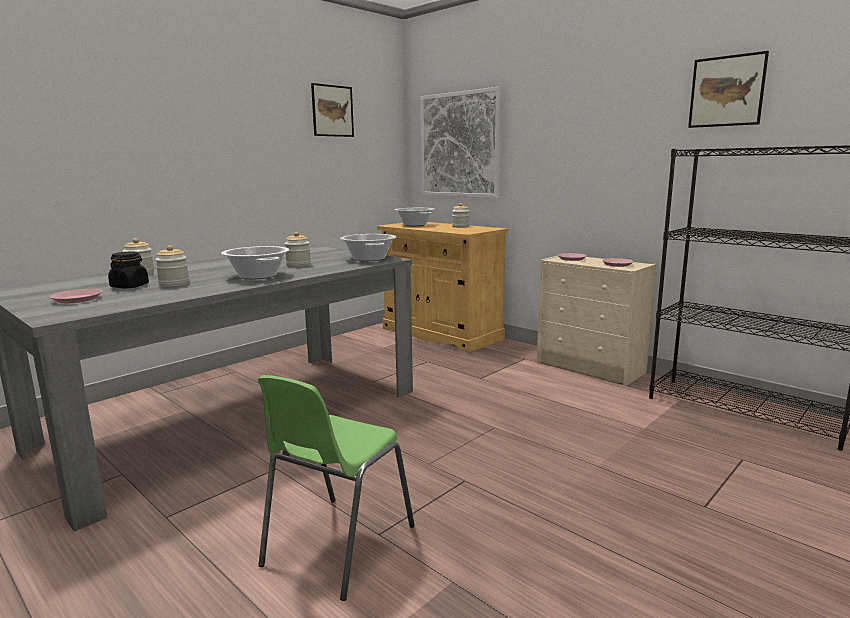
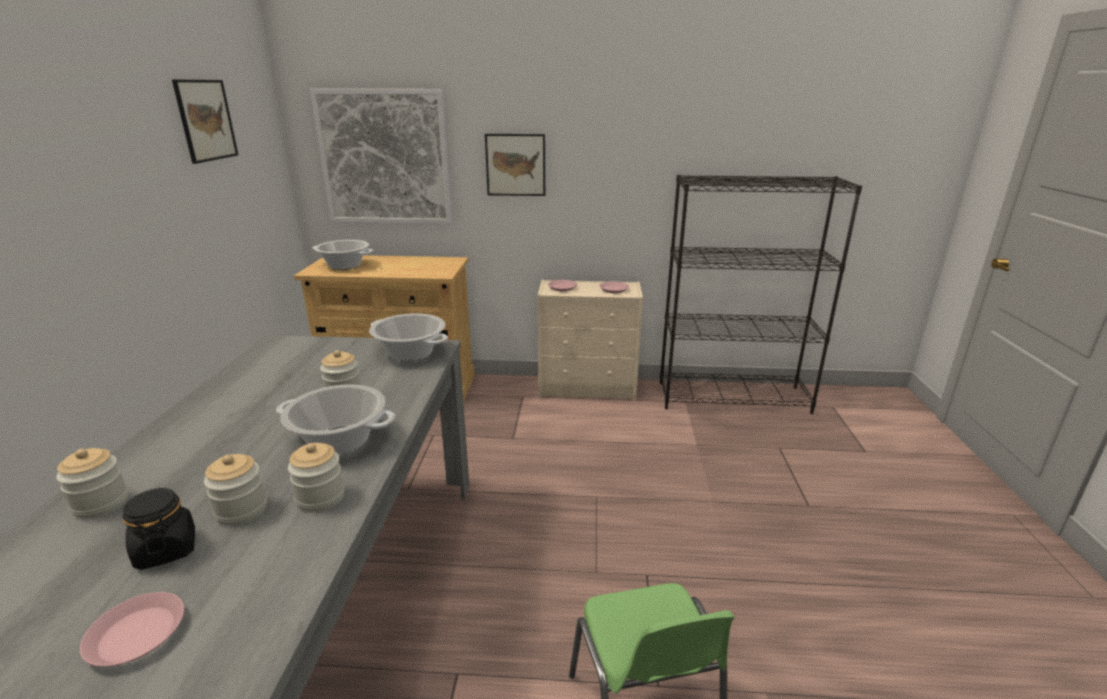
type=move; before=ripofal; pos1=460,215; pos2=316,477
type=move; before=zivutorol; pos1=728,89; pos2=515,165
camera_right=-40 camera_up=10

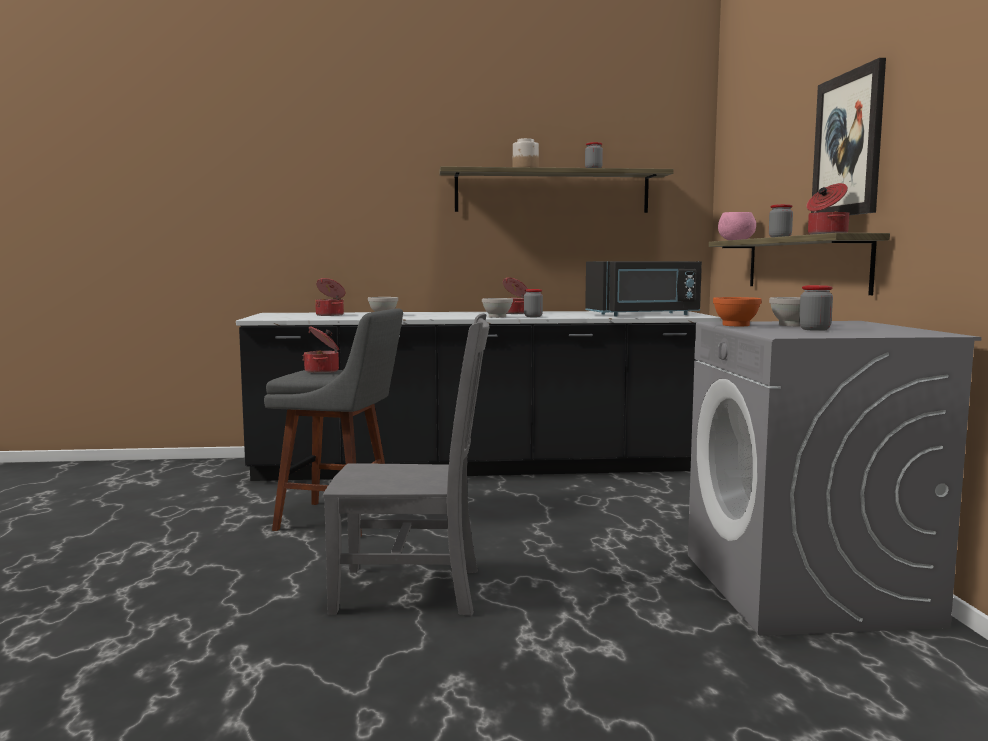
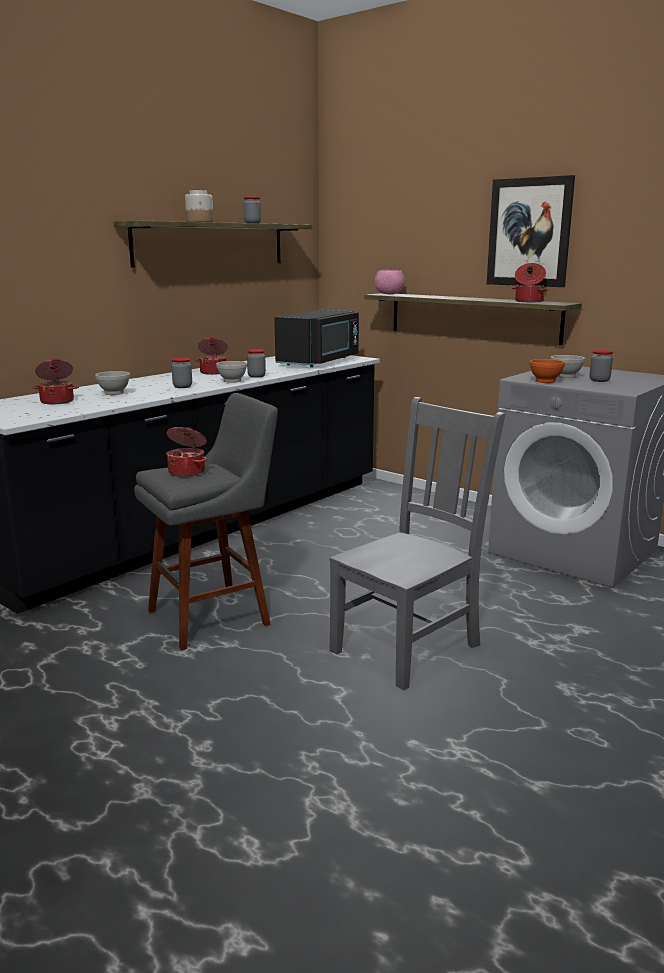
type=move; before=ripofal; pos1=781,220; pos2=181,373
camera_right=-45 camera_up=10

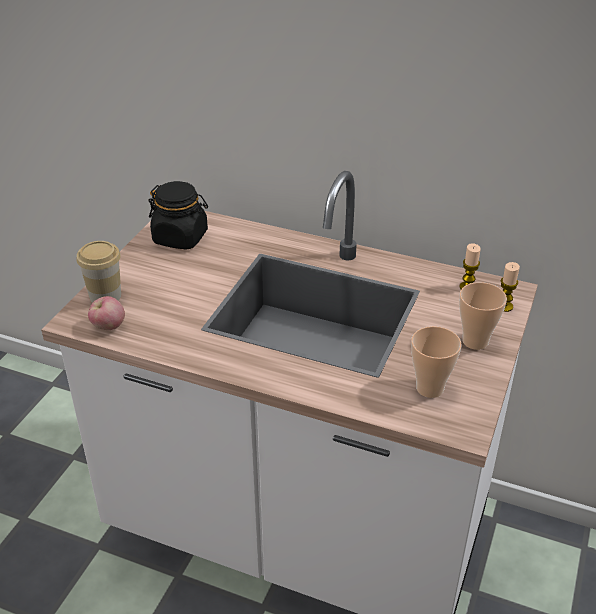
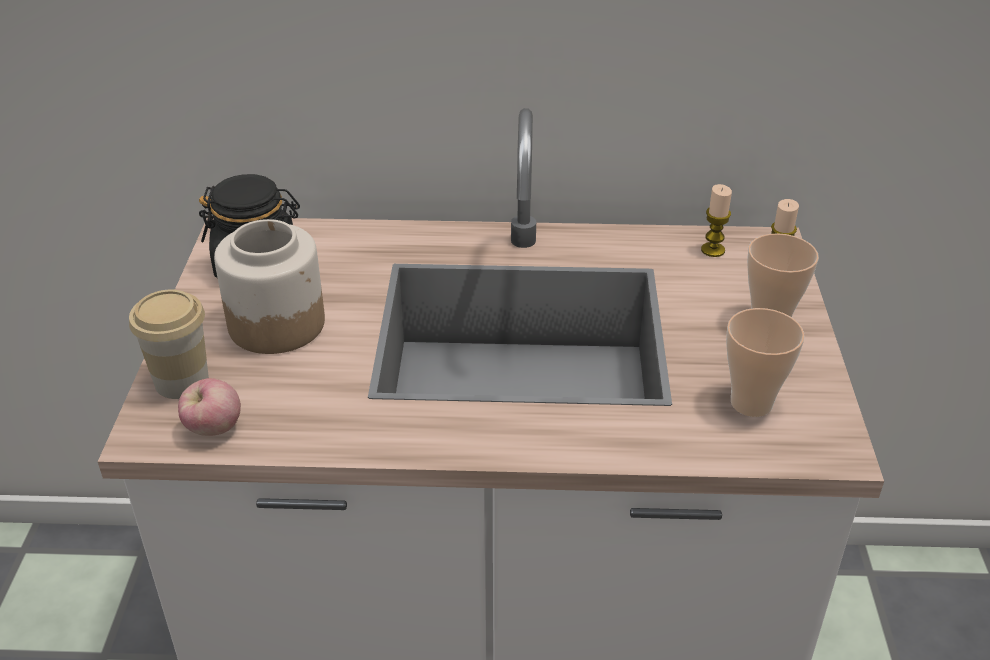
type=insert; after=ripofal; pos2=269,286
camera_right=-20 camera_up=0

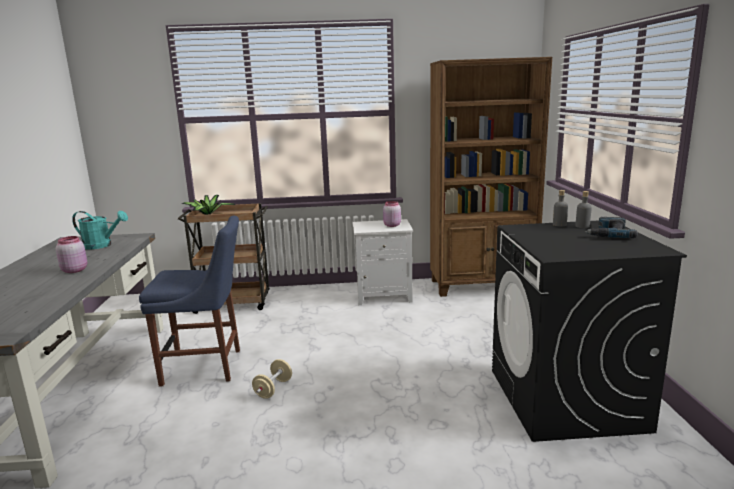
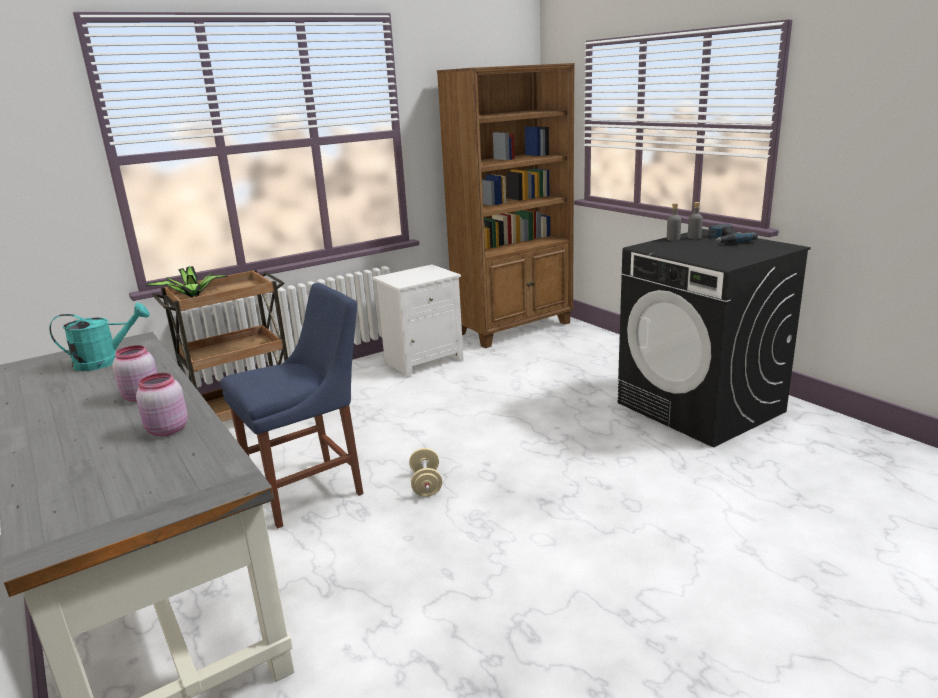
type=move; before=pink_ripofal; pos1=392,214; pos2=162,404
camera_right=-30 camera_up=5

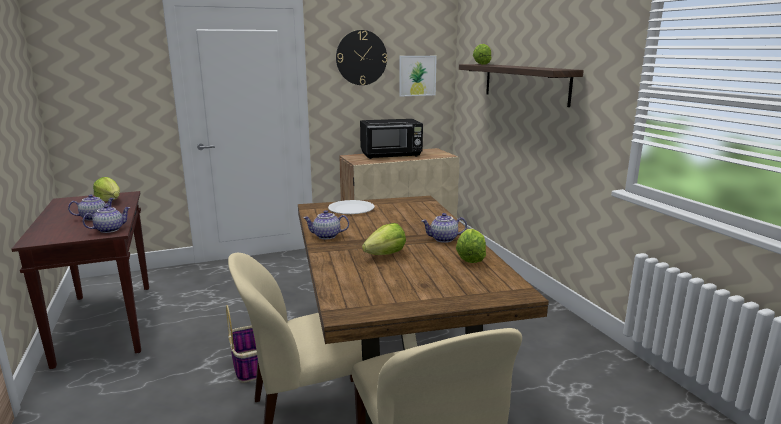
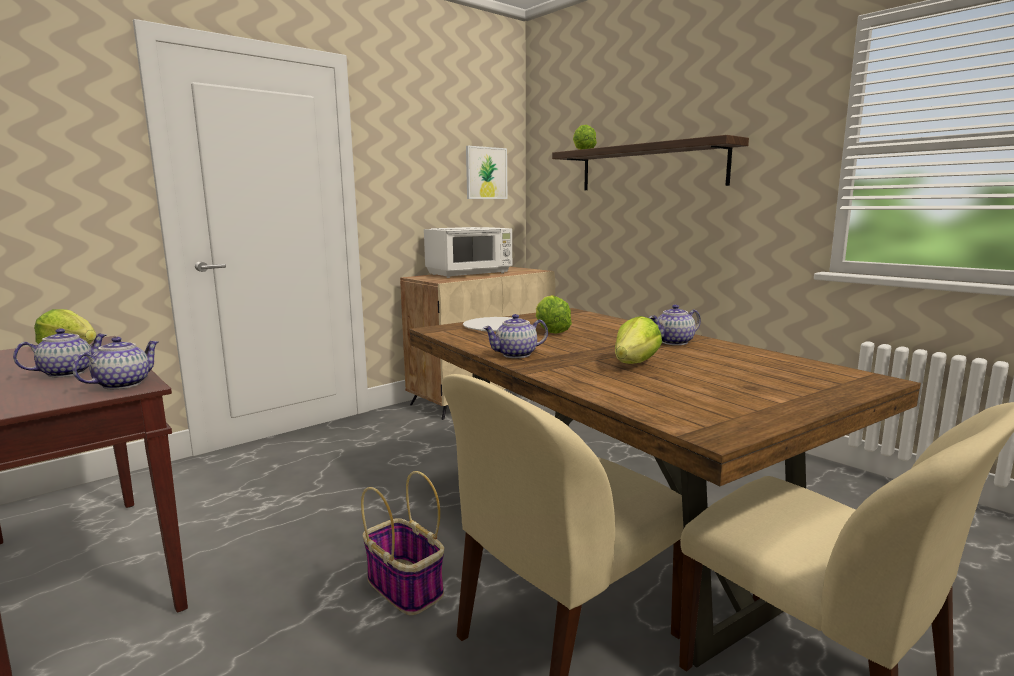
type=recolor; before=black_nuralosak; after=white_nuralosak; pos1=391,139; pos2=468,252
type=move; before=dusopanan; pos1=471,245; pos2=554,314
type=delete; before=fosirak; pos1=361,57
camera_right=-20 camera_up=-5

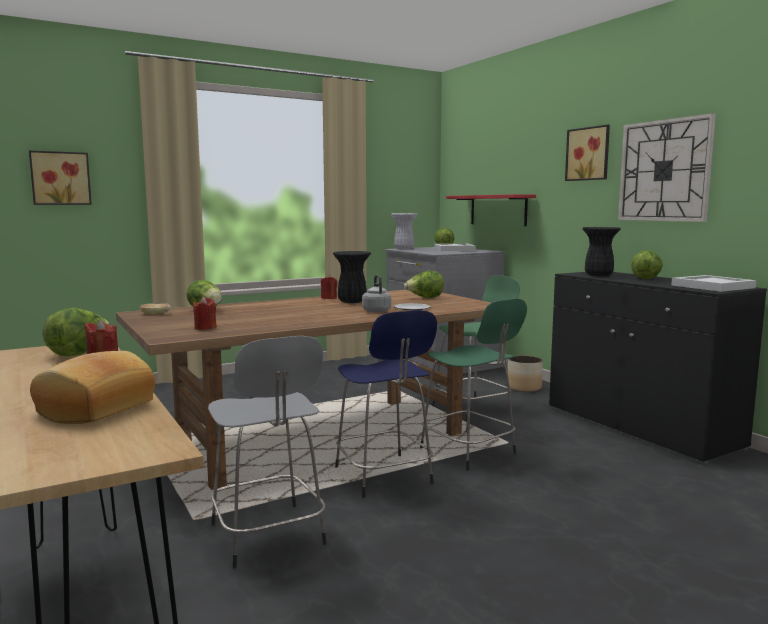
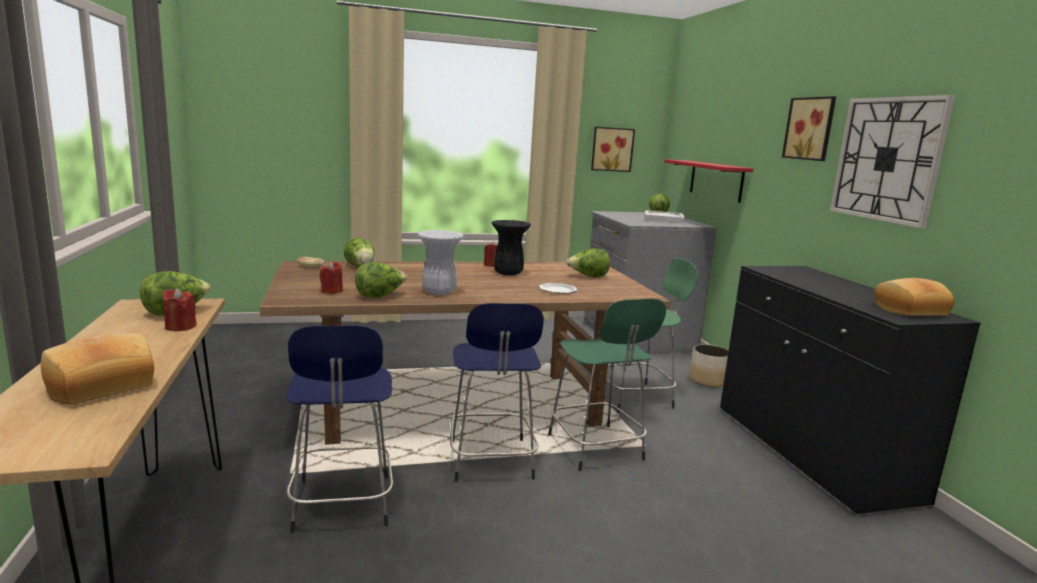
type=recolor; before=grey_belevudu; after=blue_belevudu; pos1=267,452; pos2=339,429
type=move; before=dusopanan; pos1=647,264; pos2=381,280
type=move; before=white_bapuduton; pos1=404,231; pos2=441,262
type=move; before=zivutorol; pos1=60,177; pos2=613,149
type=replace; before=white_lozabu; after=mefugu; pos1=713,283; pos2=914,297
type=delete; before=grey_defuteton; pos1=376,293
type=delete; before=black_bapuduton; pos1=601,251
camera_right=15 camera_up=5

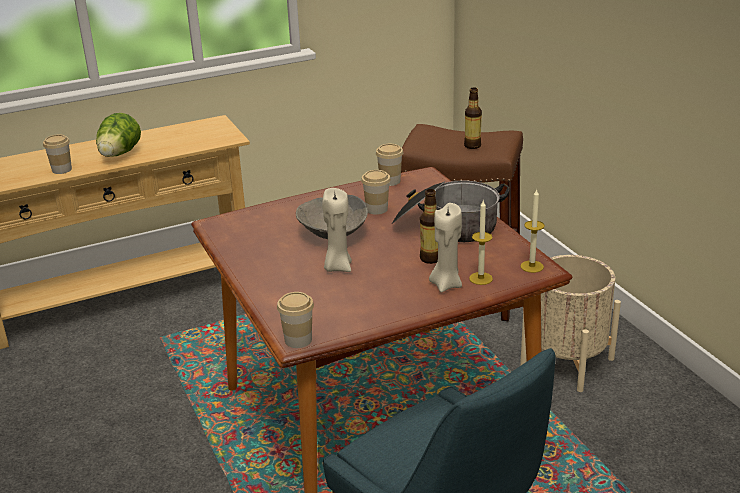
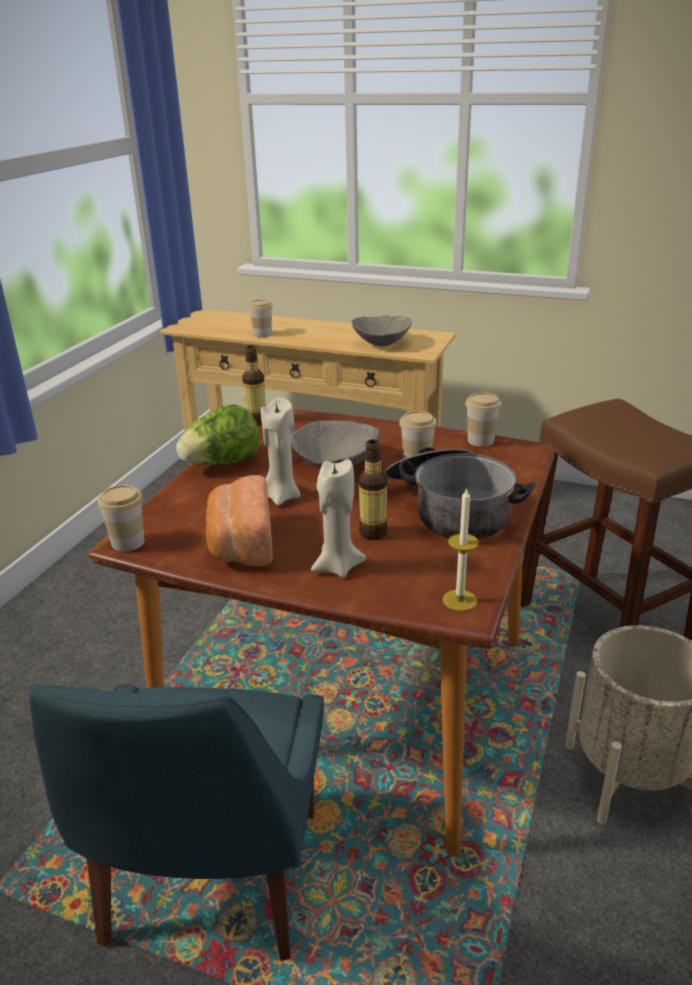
type=move; before=dusopanan; pos1=118,135; pos2=218,434
type=insert; after=mefugu; pos2=239,521
type=move; before=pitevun; pos1=473,118; pos2=254,385
type=insert; after=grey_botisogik; pos2=381,331
type=delete; before=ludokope; pos1=481,243
camera_right=45 camera_up=0

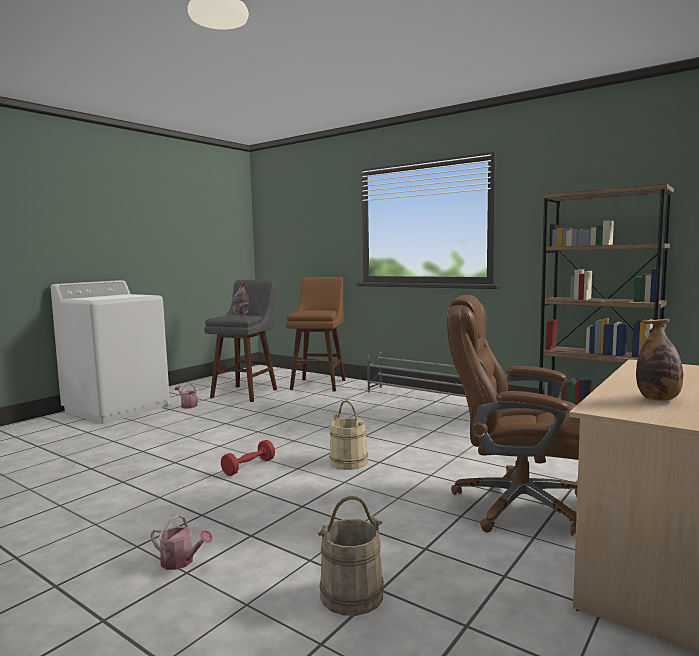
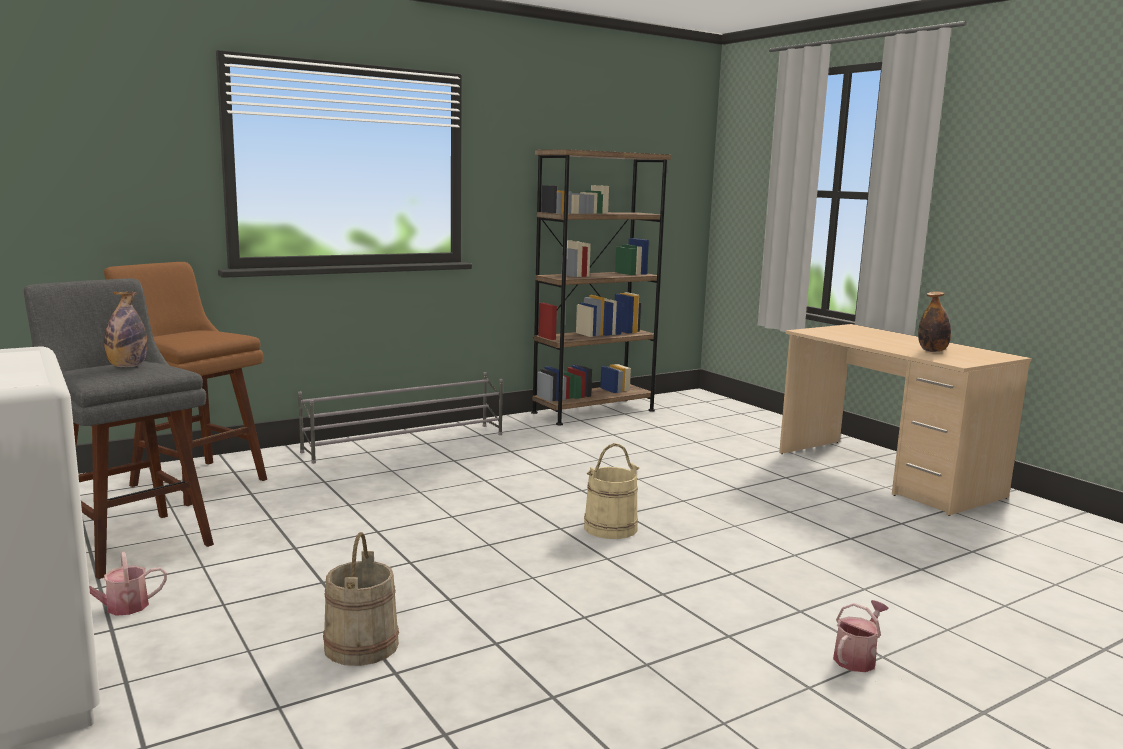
type=move; before=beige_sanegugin; pos1=350,556; pos2=361,599
type=delete; before=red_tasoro; pos1=248,458
type=delete; before=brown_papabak; pos1=513,415
camera_right=-70 camera_up=5

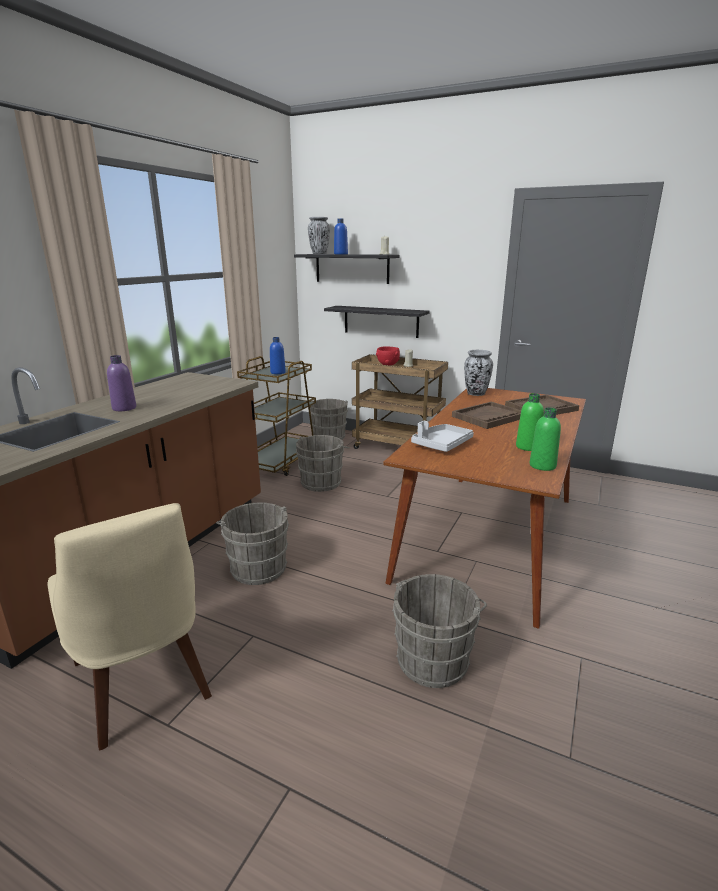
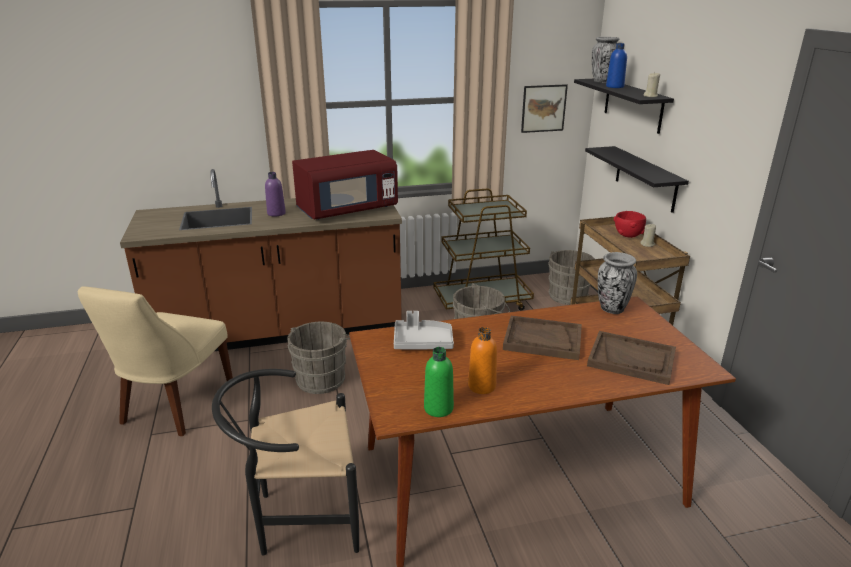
type=replace; before=grey_sanegugin; after=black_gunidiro; pos1=439,631; pos2=285,462
type=insert; after=red_nuralosak; pos2=345,185
type=recolor; before=green_pitevun; after=orange_pitevun; pos1=530,422; pos2=482,360
type=insert; after=zivutorol; pos2=544,108
type=delete; before=blue_pitevun; pos1=278,355
camera_right=50 camera_up=5

